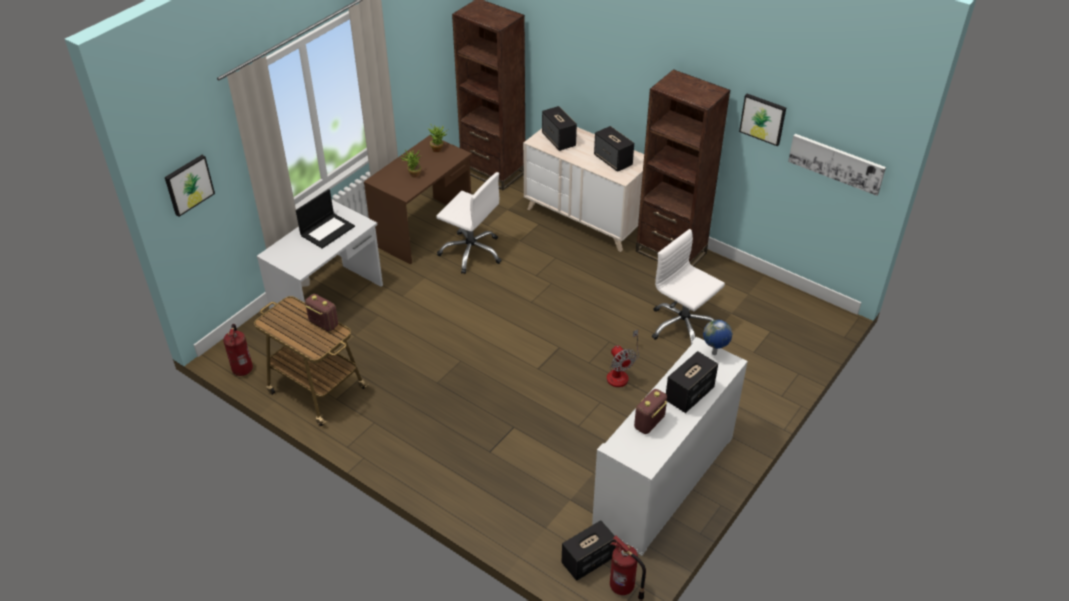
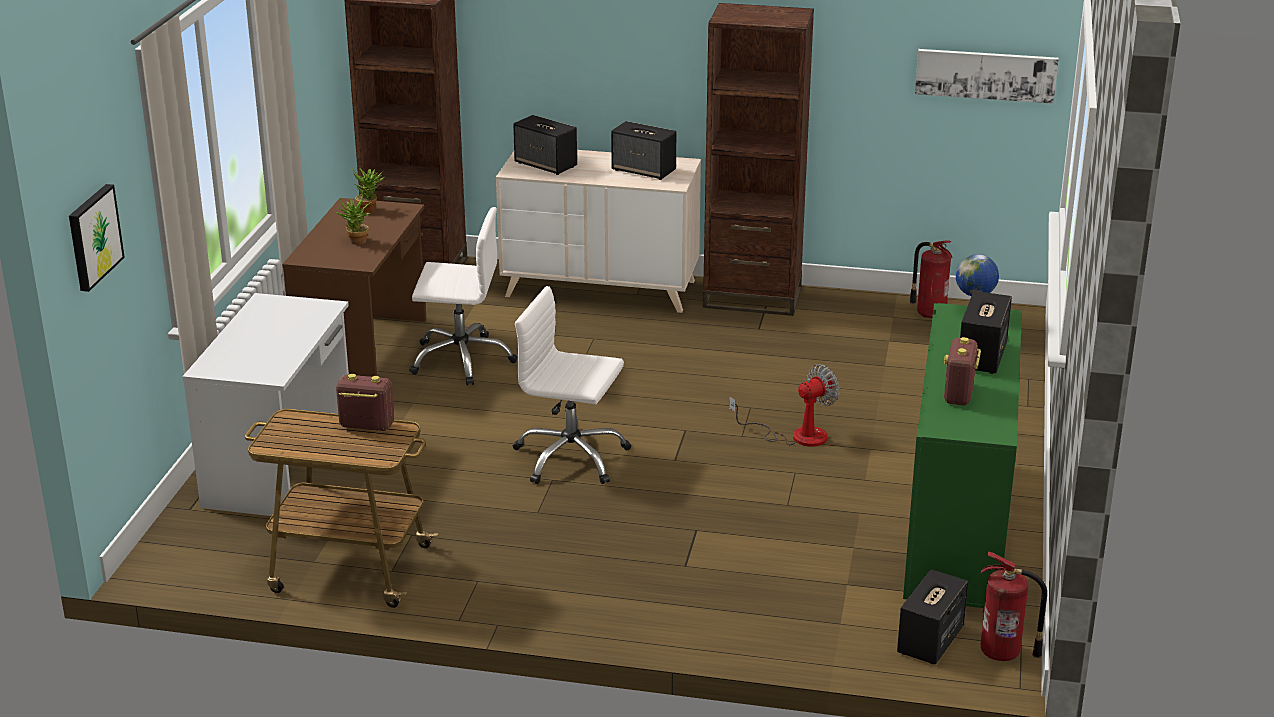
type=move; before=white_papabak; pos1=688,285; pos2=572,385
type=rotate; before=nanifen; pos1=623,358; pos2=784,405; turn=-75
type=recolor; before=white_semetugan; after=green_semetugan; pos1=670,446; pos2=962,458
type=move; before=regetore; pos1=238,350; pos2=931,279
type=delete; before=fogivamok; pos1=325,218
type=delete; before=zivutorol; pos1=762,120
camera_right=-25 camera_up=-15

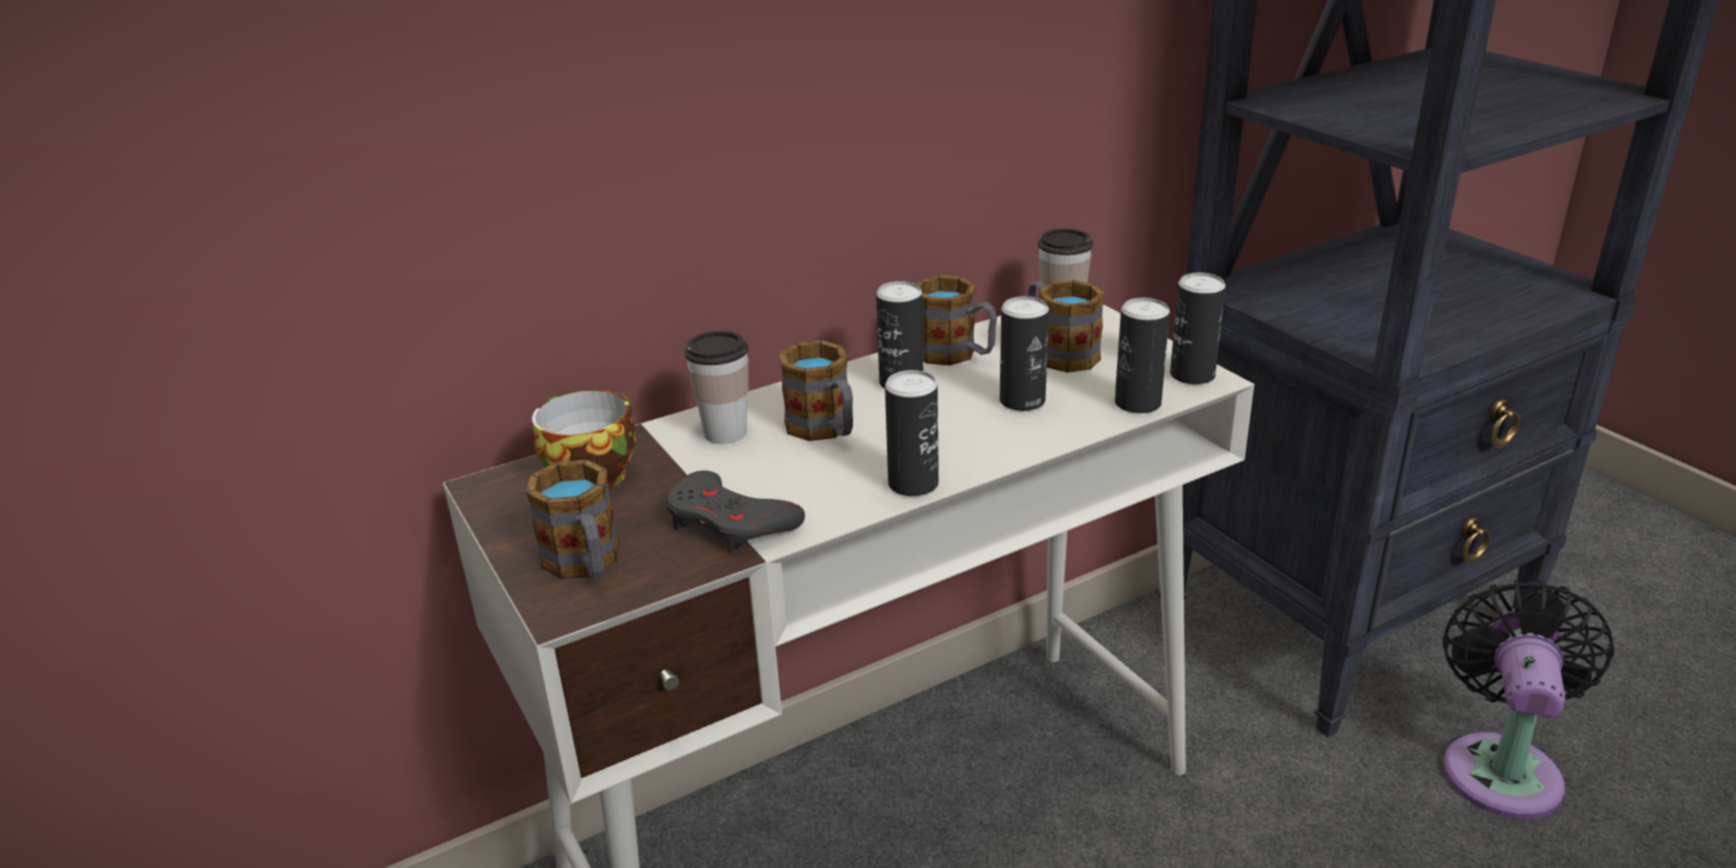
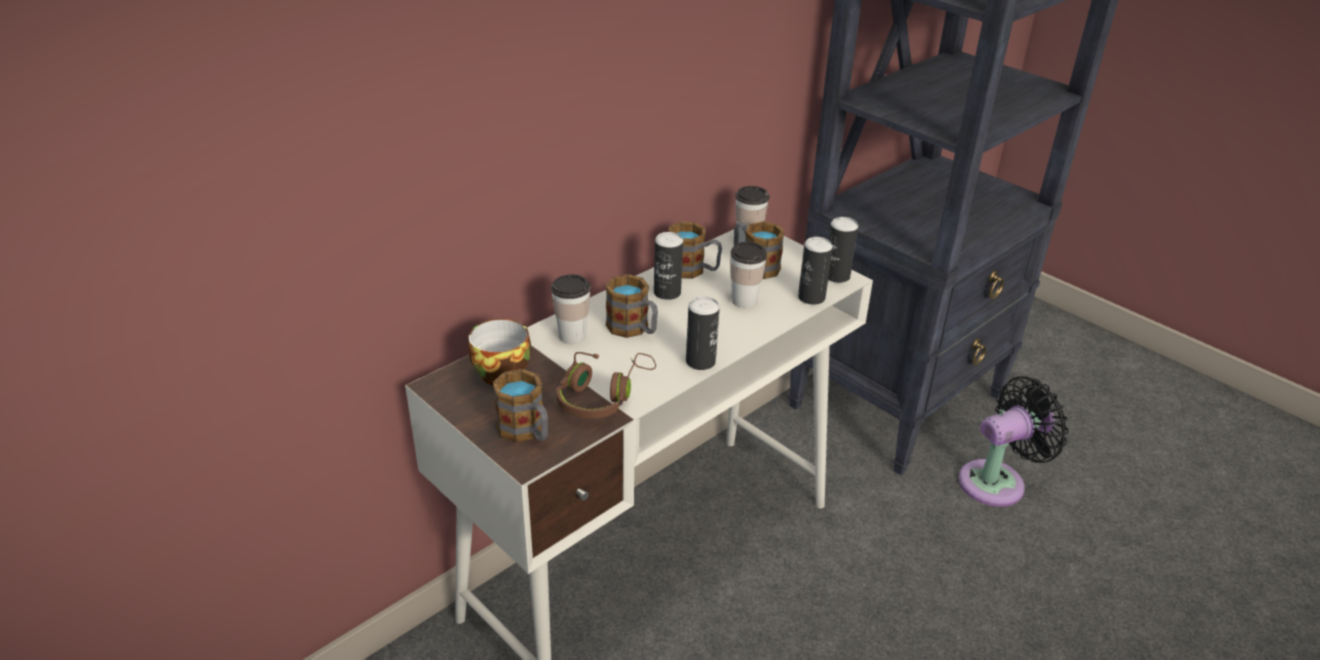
type=replace; before=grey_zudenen; after=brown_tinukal; pos1=735,512; pos2=606,385
type=replace; before=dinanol; after=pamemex; pos1=1024,353; pos2=748,275
type=rotate; before=black_nanifen; pos1=1529,699; pos2=1014,441; turn=60
camera_right=-15 camera_up=5

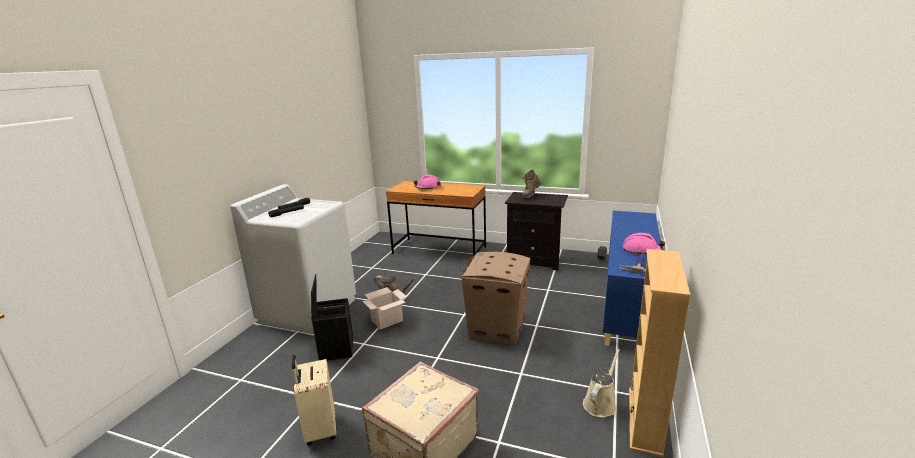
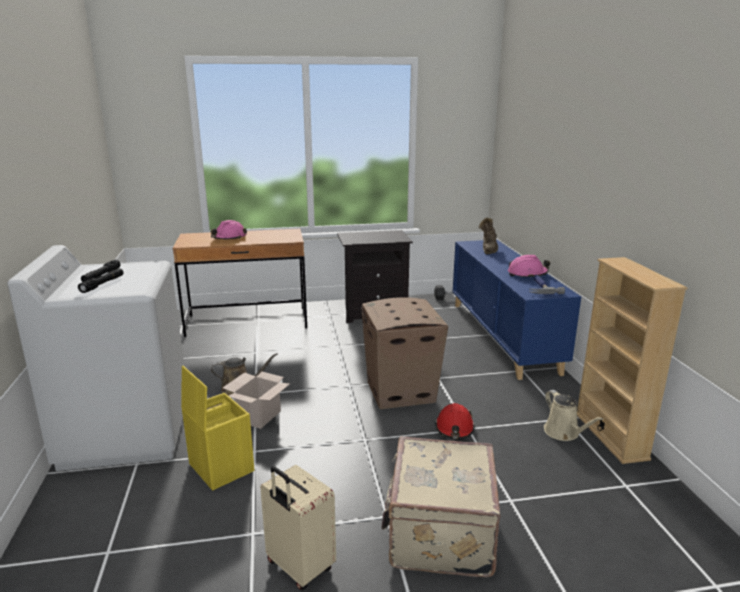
type=recolor; before=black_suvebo; after=yellow_suvebo; pos1=332,317; pos2=218,428
type=insert; after=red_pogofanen; pos2=455,421
type=move; before=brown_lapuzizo; pos1=532,183; pos2=488,235
type=rotate; before=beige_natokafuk; pos1=601,383; pos2=573,415; turn=150
camera_right=-30 camera_up=0

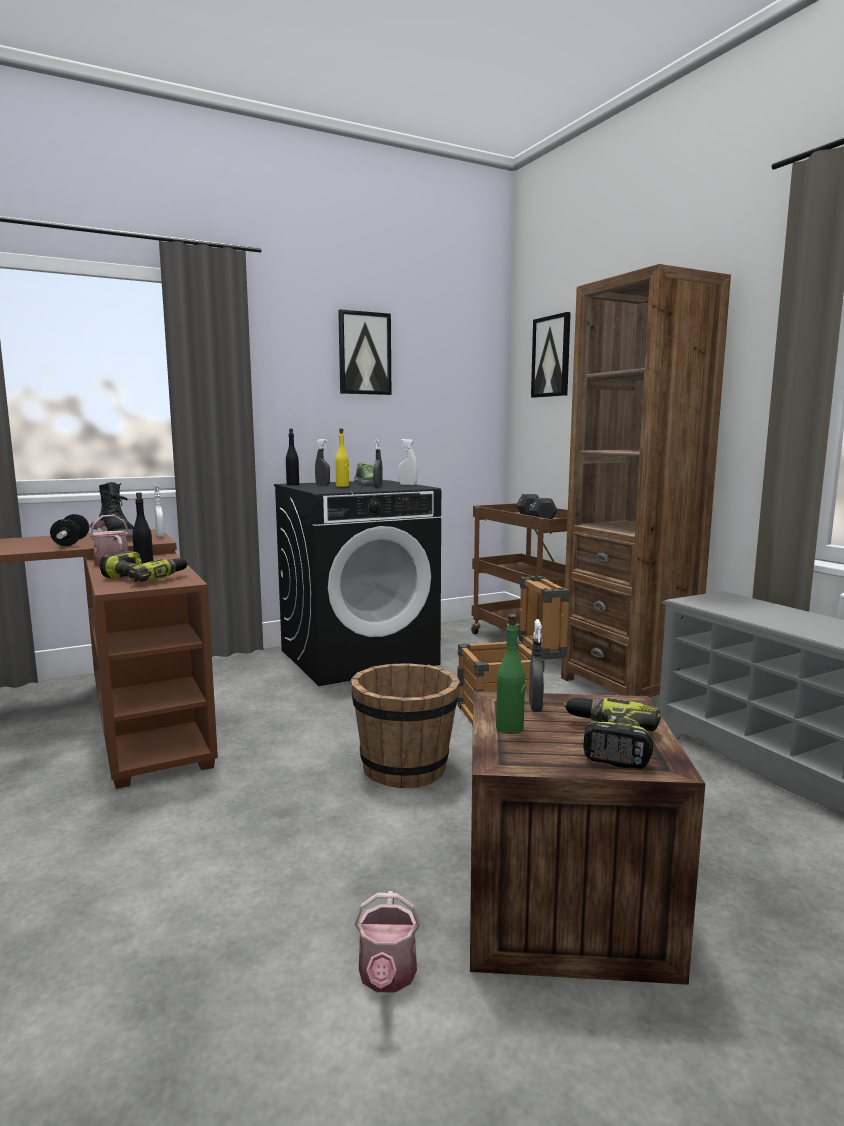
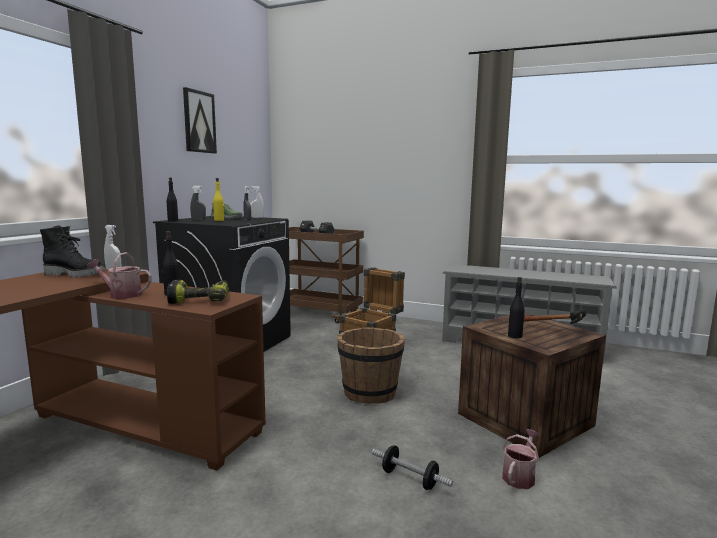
type=move; before=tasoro; pos1=69,530; pos2=412,467
type=rotate; before=natokafuk; pos1=387,942; pos2=520,459; turn=-105
type=recolor; before=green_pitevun; after=black_pitevun; pos1=511,674; pos2=516,307
type=replace; before=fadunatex; after=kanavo; pos1=612,733; pos2=555,316
type=delete; before=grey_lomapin; pos1=536,665
type=delete; before=zivutorol; pos1=551,355
type=delete; before=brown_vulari; pos1=646,480
camera_right=-40 camera_up=0

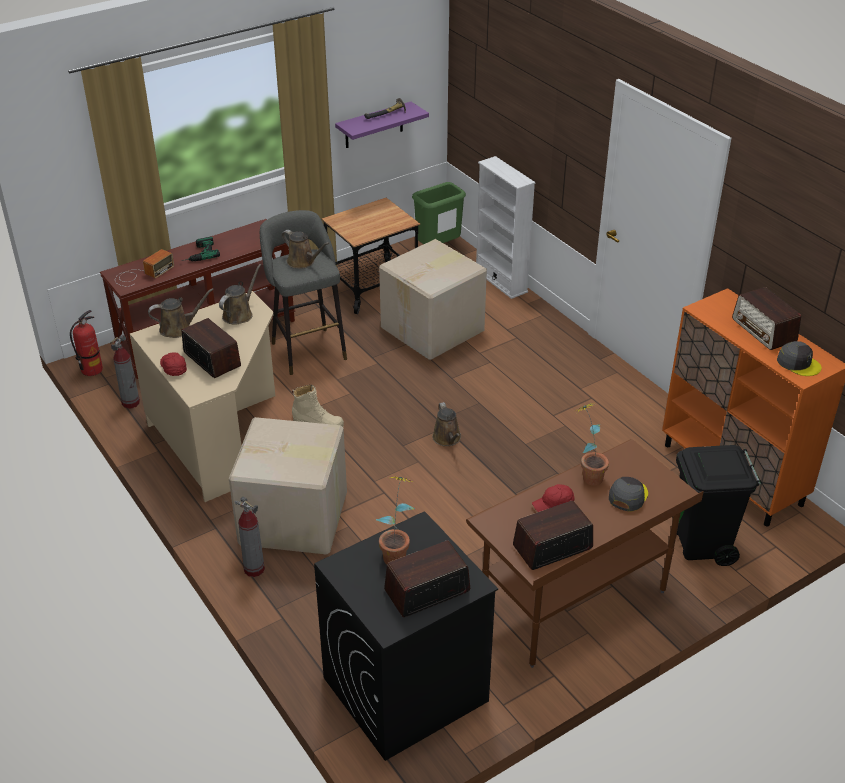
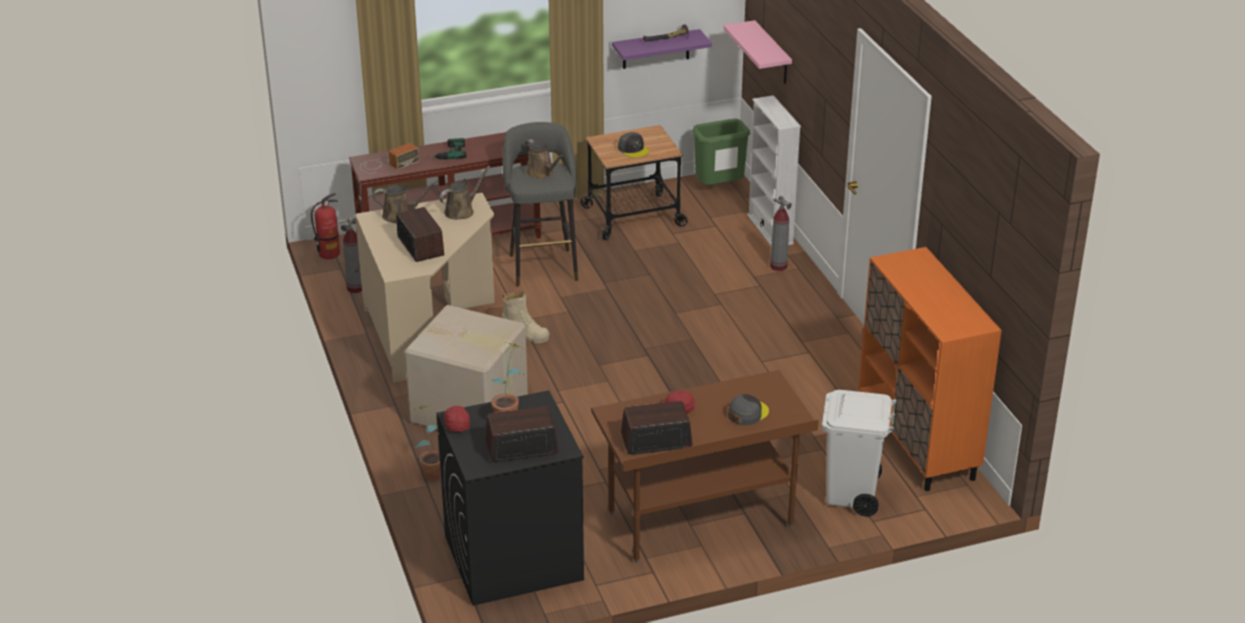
type=move; before=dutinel; pos1=593,444; pos2=428,443
type=move; before=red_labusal; pos1=173,364; pos2=457,419
type=move; before=grey_labusal; pos1=799,358; pos2=633,145
type=insert; after=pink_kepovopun; pos2=757,52
type=move; before=regetore; pos1=249,537; pos2=781,233
type=recolor; before=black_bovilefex; after=white_bovilefex; pos1=718,505; pos2=859,453
type=delete; before=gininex; pos1=433,299
type=delete; before=brown_natokafuk; pos1=446,424
type=delete; before=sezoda; pos1=766,318
camera_right=15 camera_up=-5

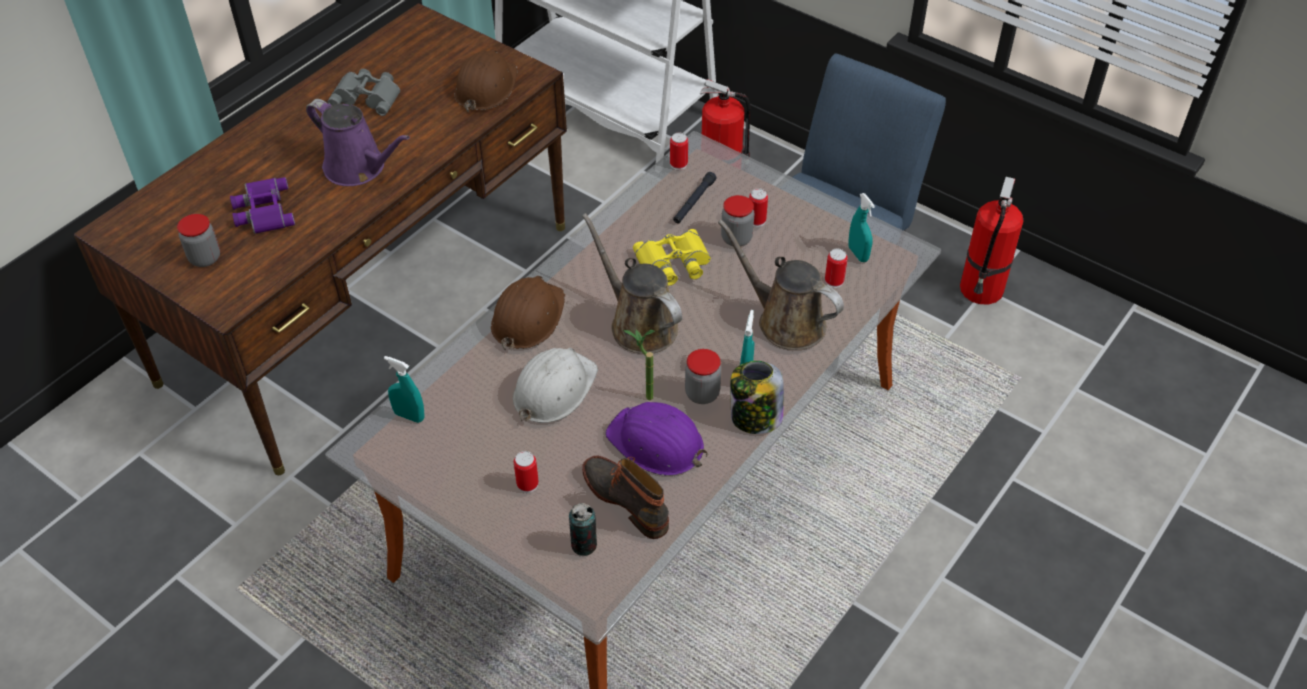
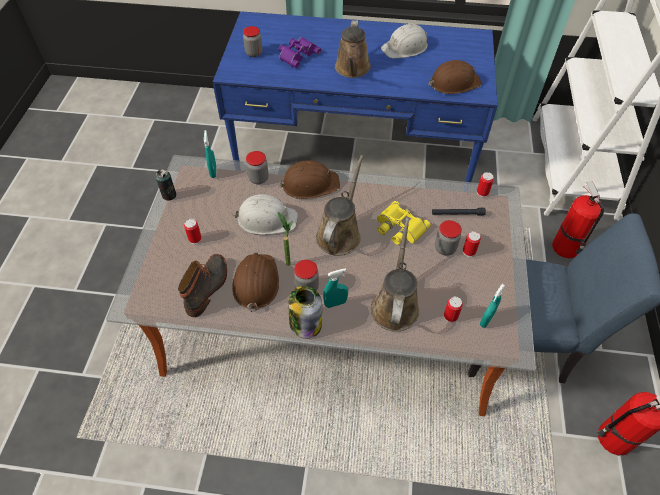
type=move; before=dinanol; pos1=582,529; pos2=165,185
type=recolor; before=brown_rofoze; after=blue_rofoze; pos1=320,239; pos2=355,97
type=recolor; before=purple_pogofanen; after=brown_pogofanen; pos1=656,439; pos2=255,282
type=insert; after=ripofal; pos2=257,167
type=recolor; before=purple_natokafuk; after=brown_natokafuk; pos1=358,142; pos2=353,49
type=replace; before=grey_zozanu; after=white_pogofanen; pos1=364,92; pos2=404,41
camera_right=60 camera_up=5

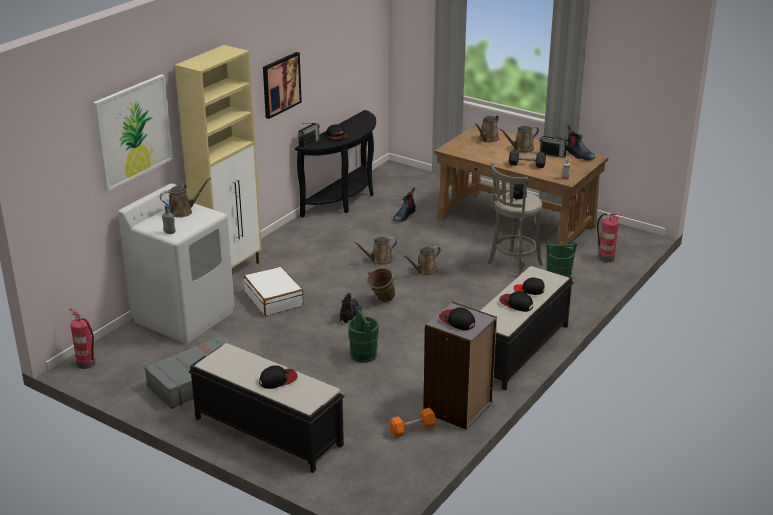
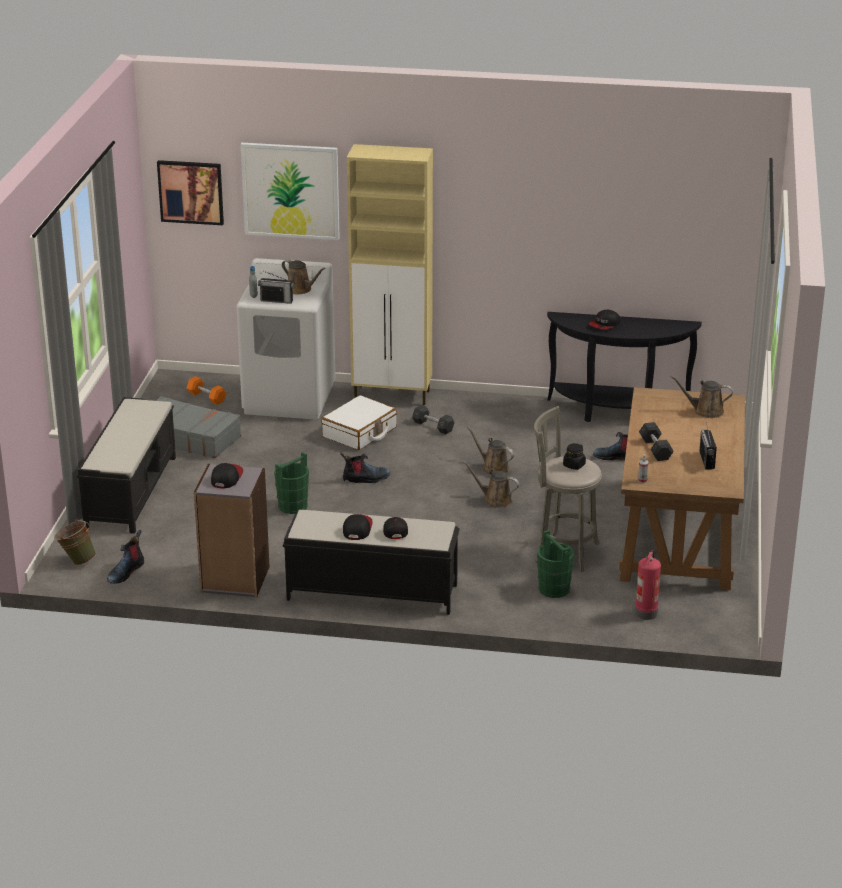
type=move; before=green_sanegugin; pos1=381,285; pos2=75,542
type=move; before=lapuzizo; pos1=580,143; pos2=125,557
type=move; before=zivutorol; pos1=282,85; pos2=190,192
type=move; before=orange_tasoro; pos1=412,423; pos2=206,390
type=move; before=sezoda; pos1=309,135; pos2=276,287
type=insert; after=grey_tasoro; pos2=433,420
type=delete; before=regetore; pos1=82,338
type=delete; before=labusal; pos1=278,377
type=delete; before=brown_natokafuk; pos1=519,139
camera_right=65 camera_up=0

